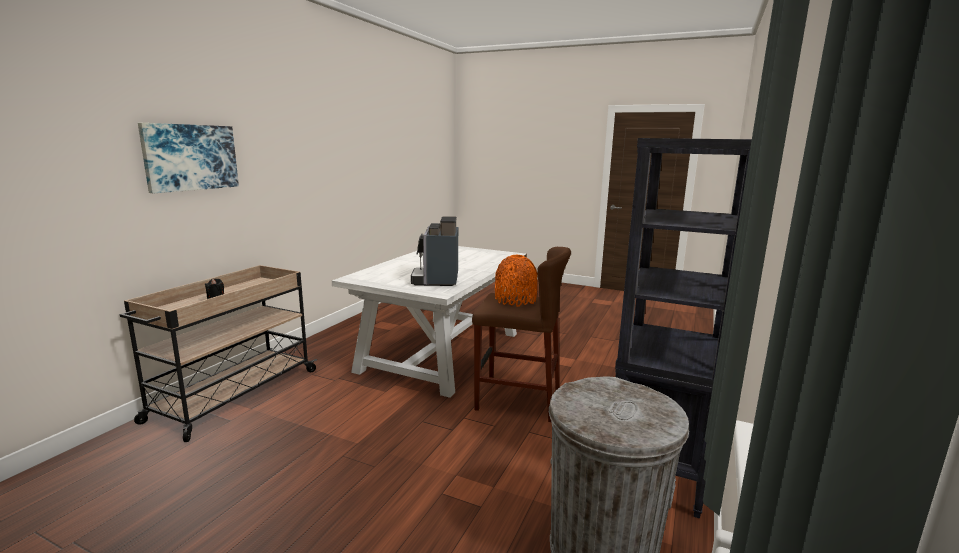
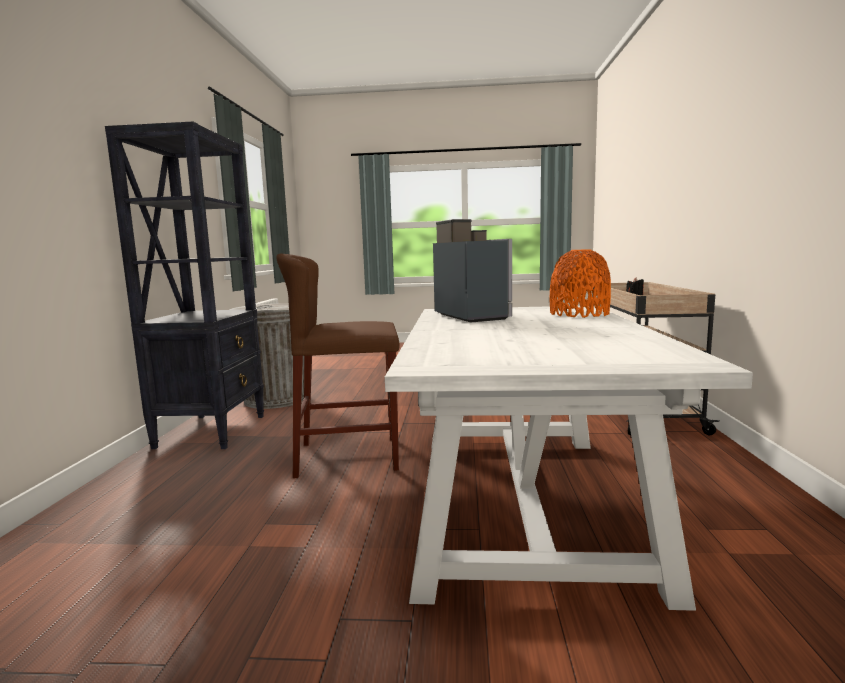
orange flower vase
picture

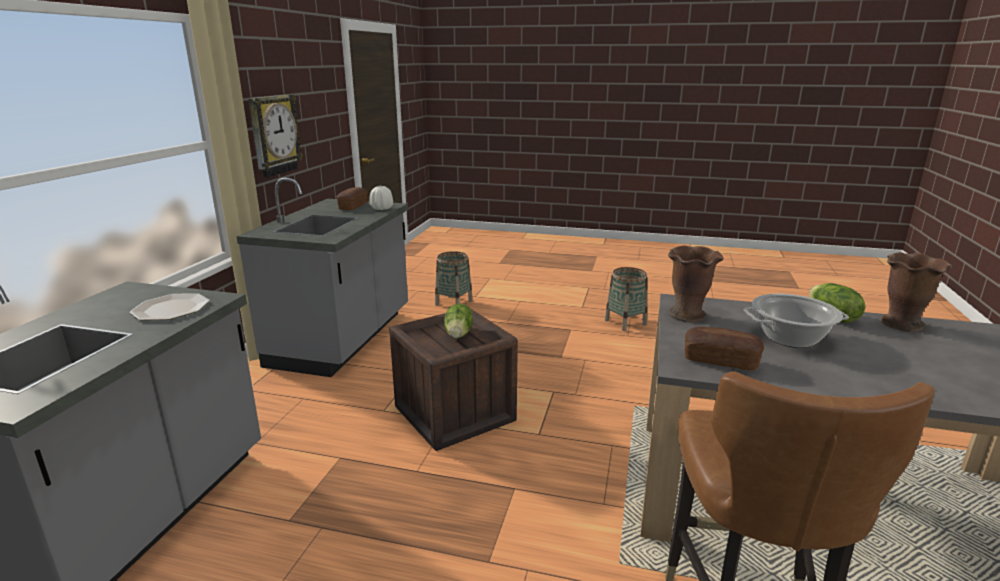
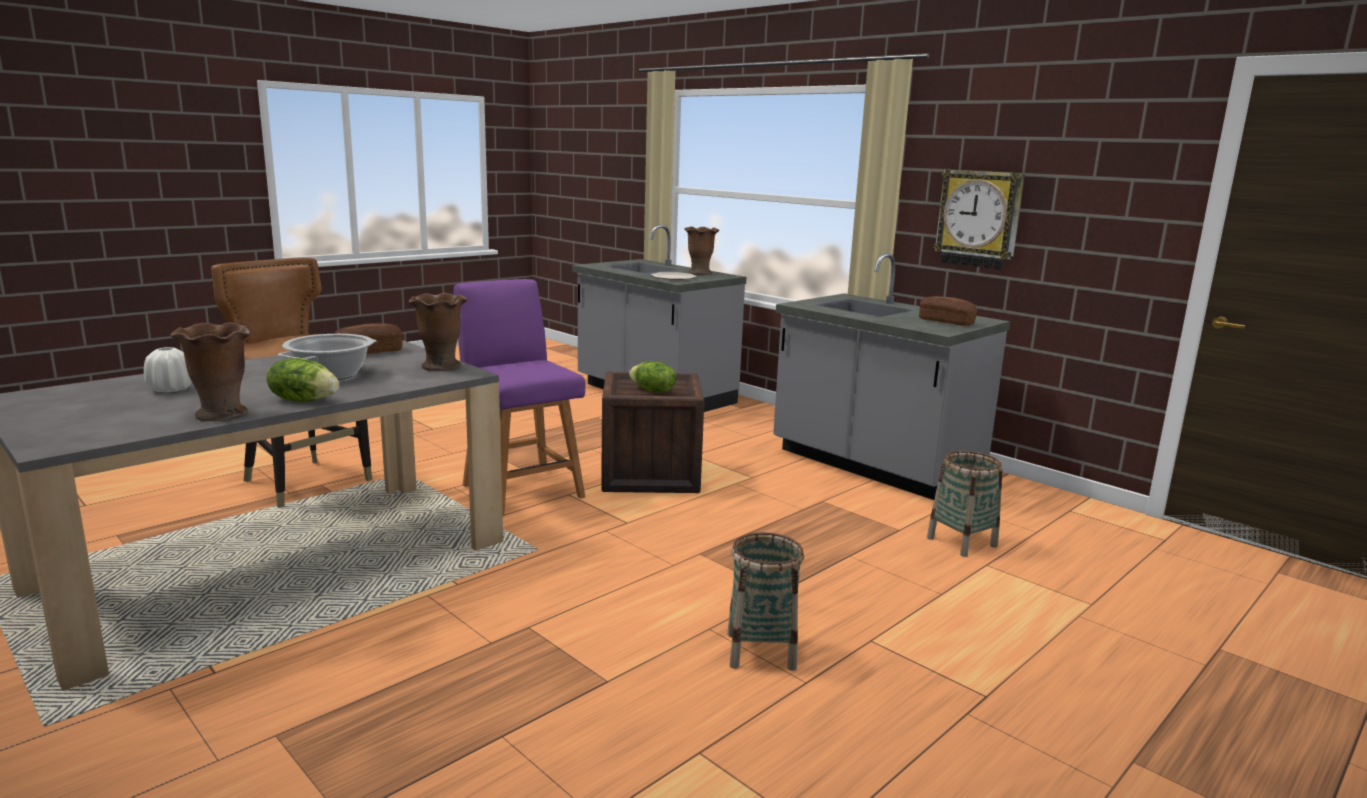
white-coloured flower vase
purple-coloured upright chair
brown flower vase (3rd from left)

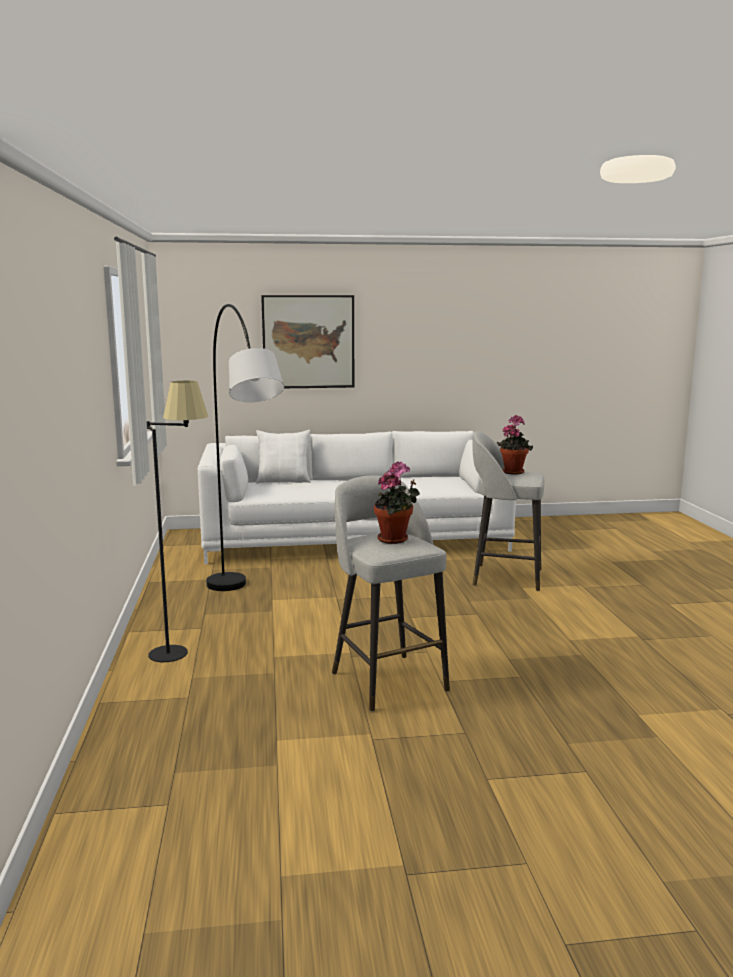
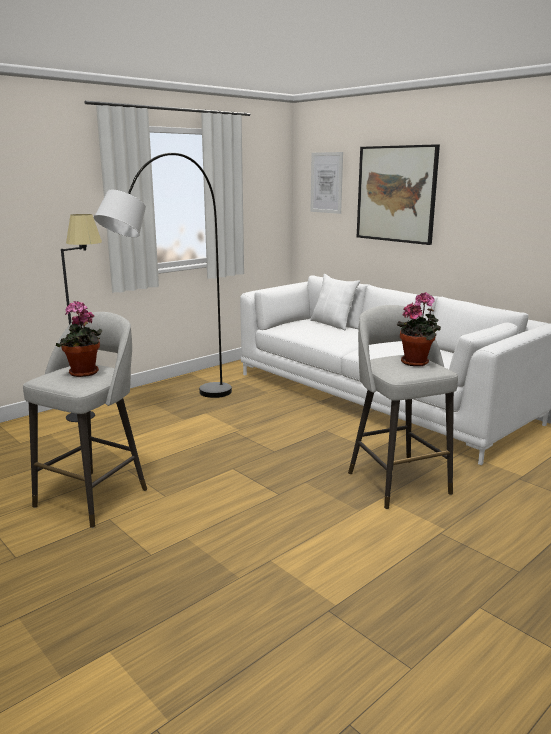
picture (1st from left)

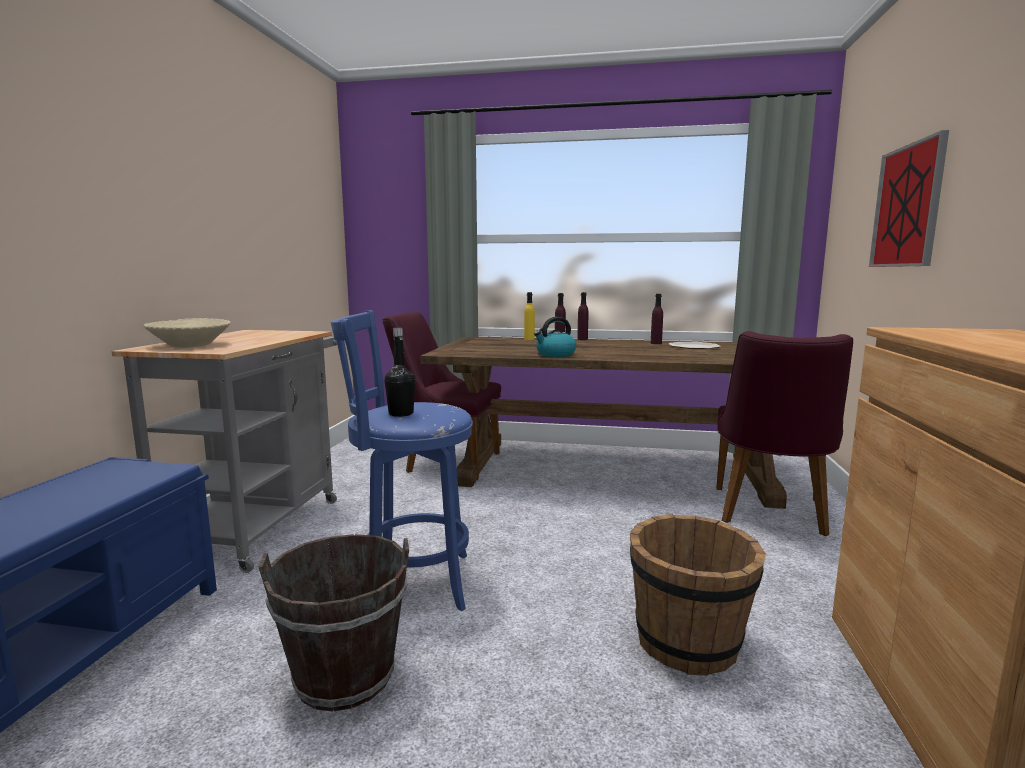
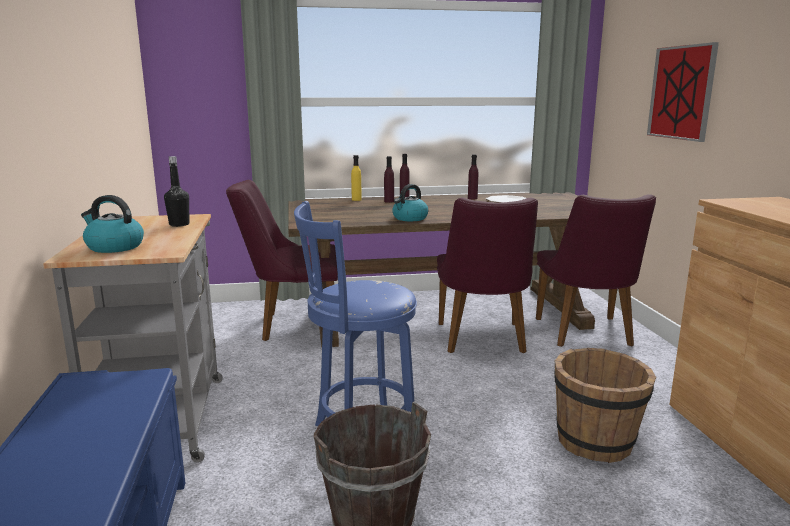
water kettle (1st from left)
black drink bottle
purple-coloured upright chair (2nd from left)

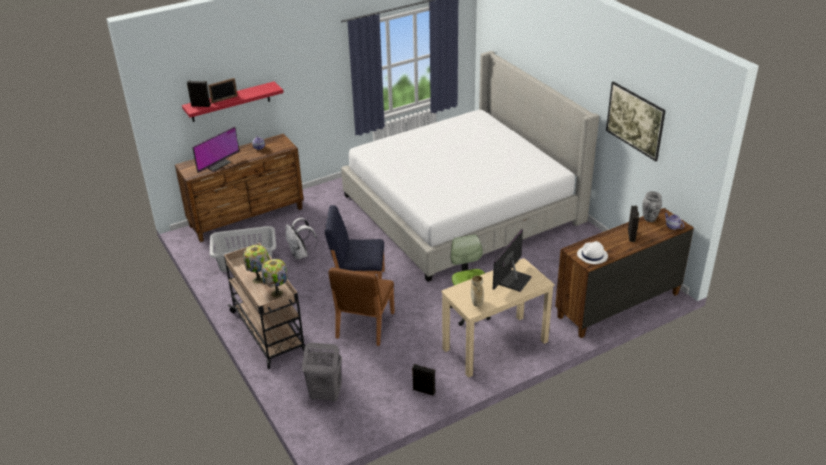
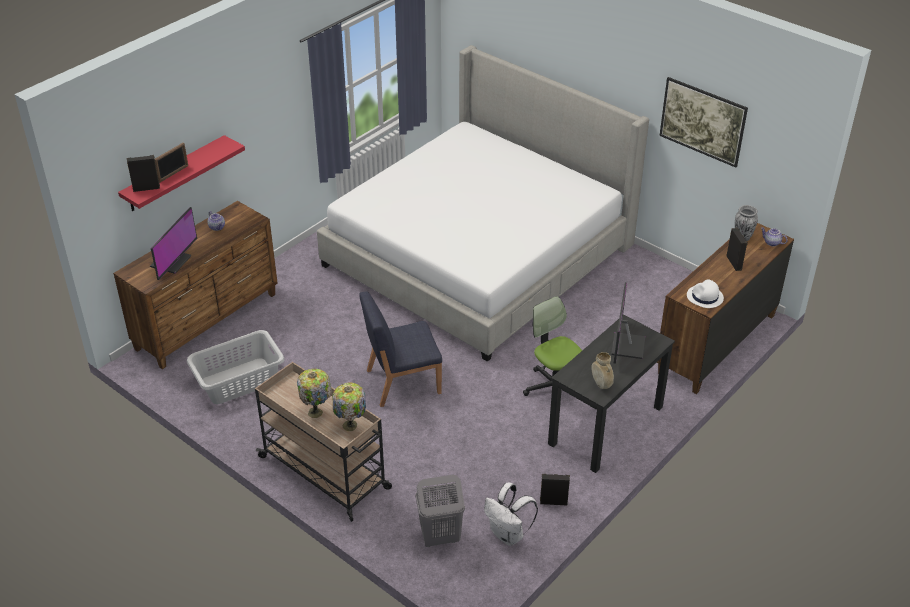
white-coloured rucksack
black desk
brown upright chair

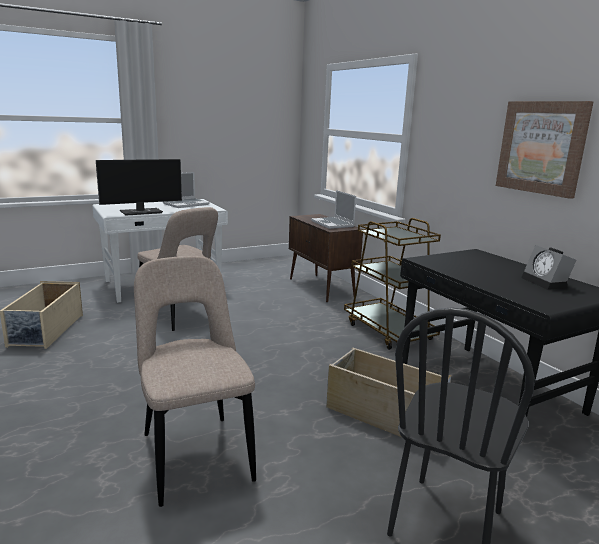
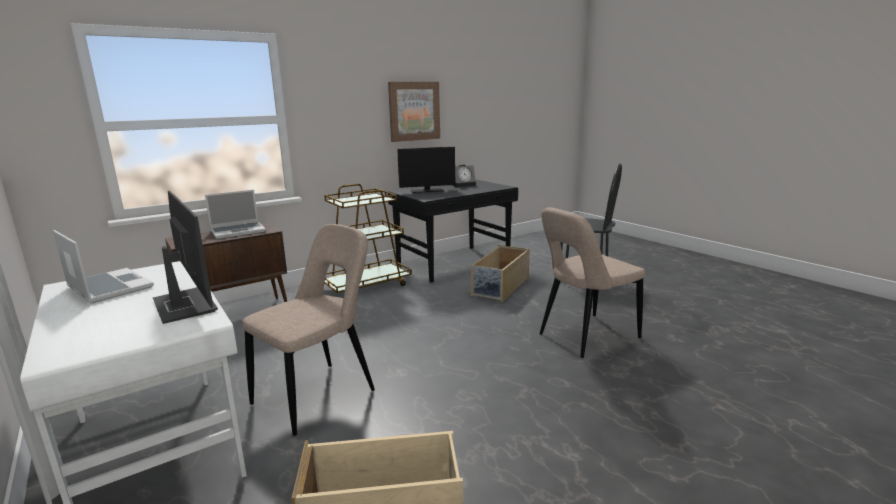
computer screen (2nd from left)

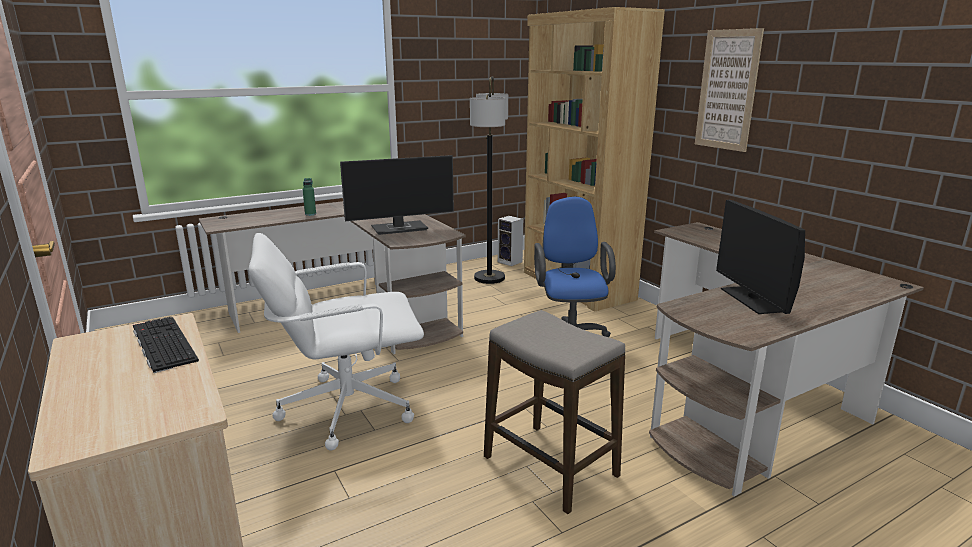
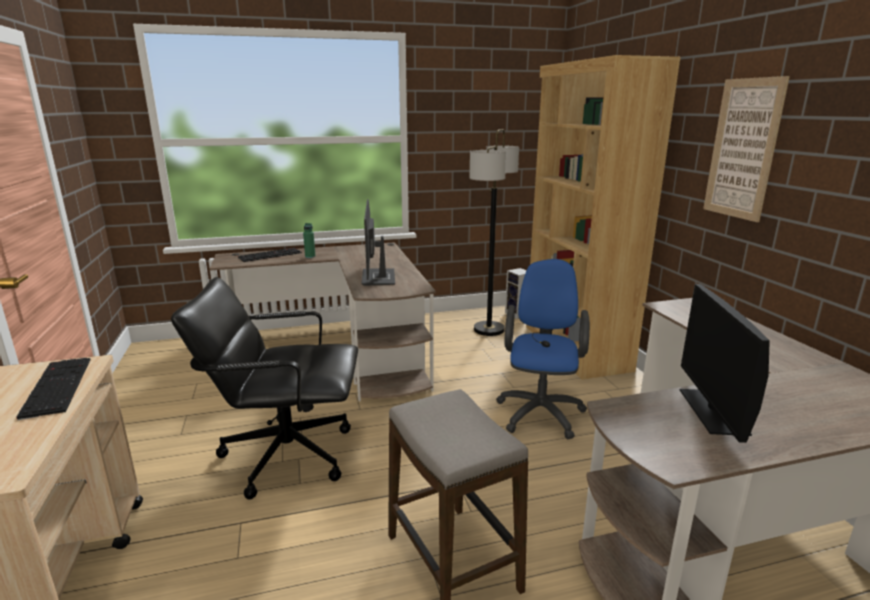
black computer chair
computer keyboard (2nd from left)
computer screen (1st from left)

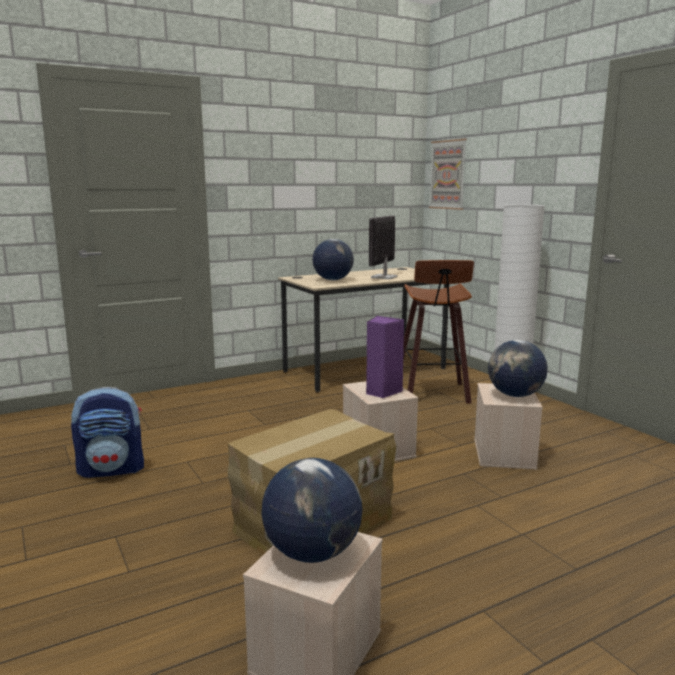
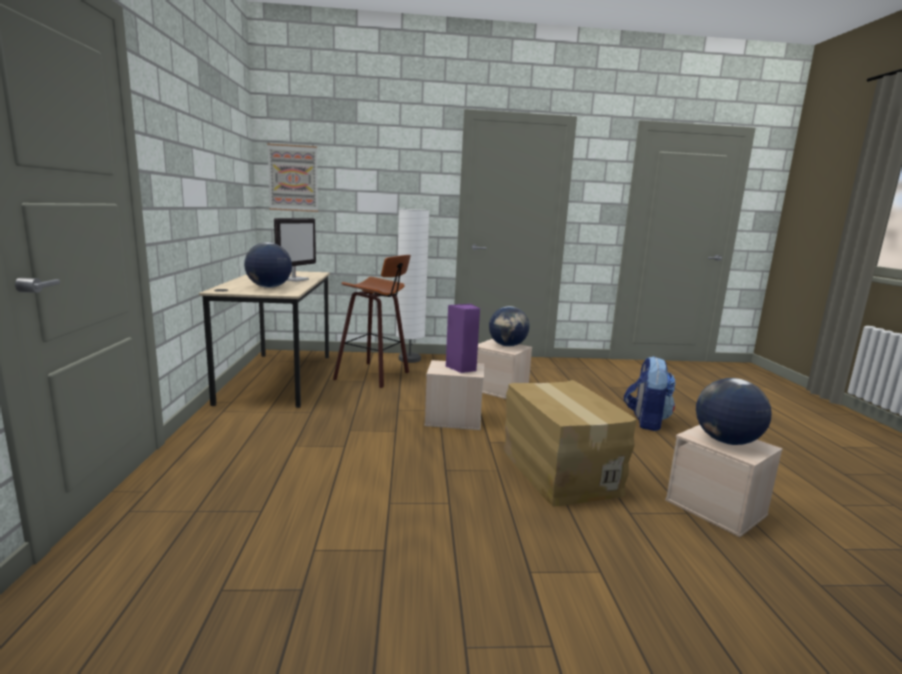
computer screen
rucksack

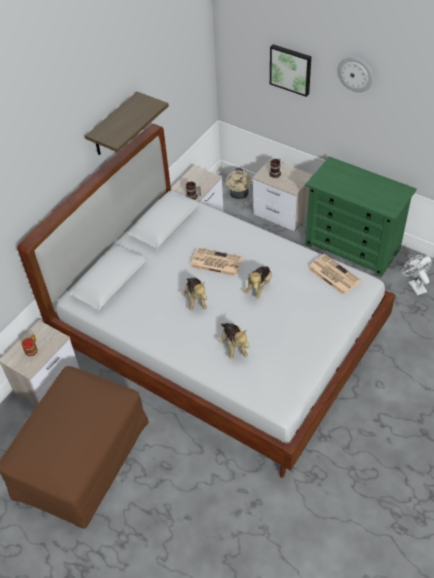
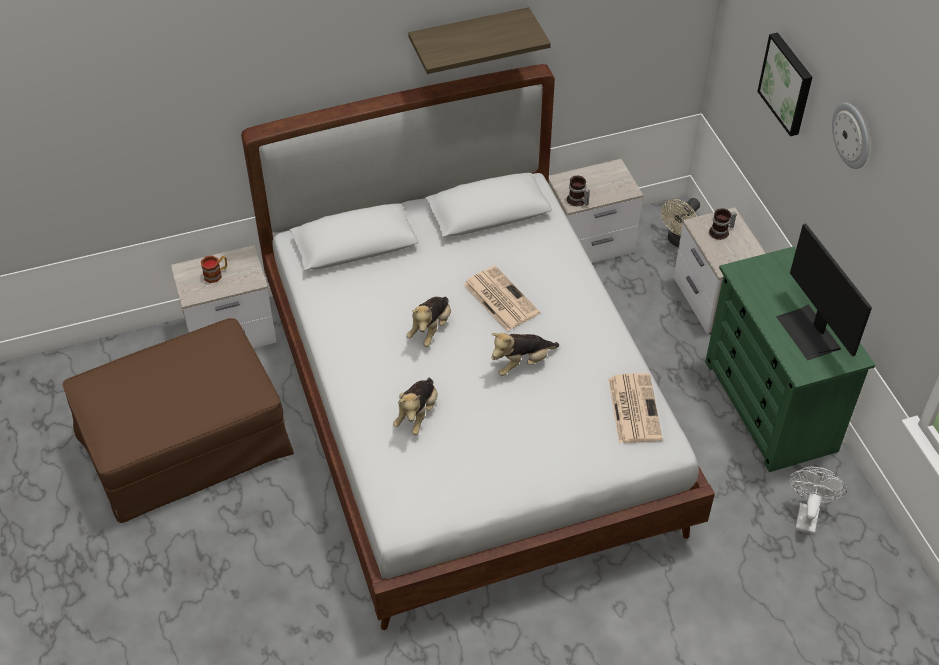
computer screen

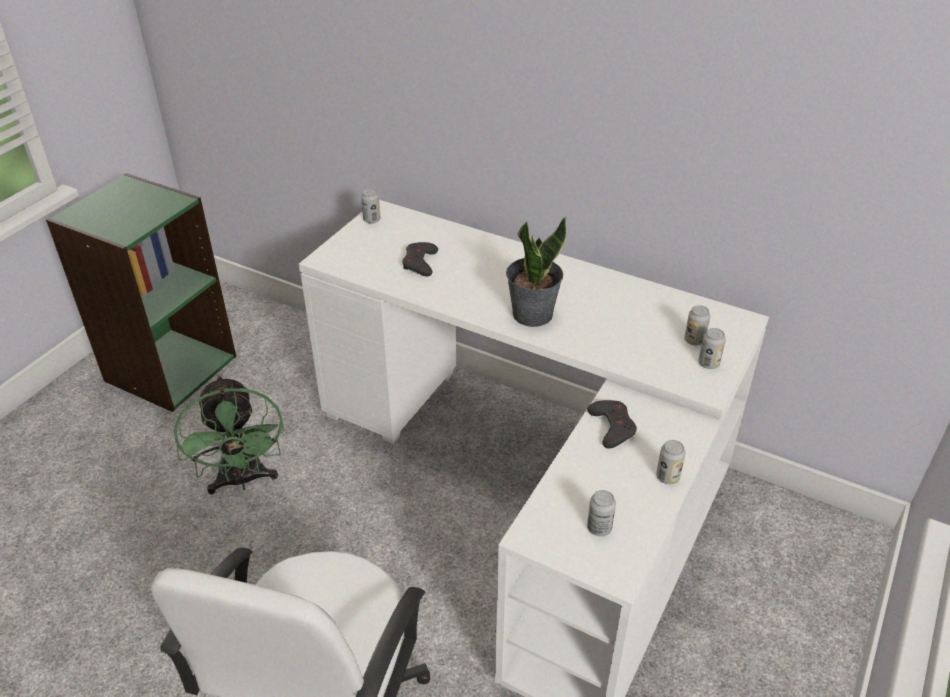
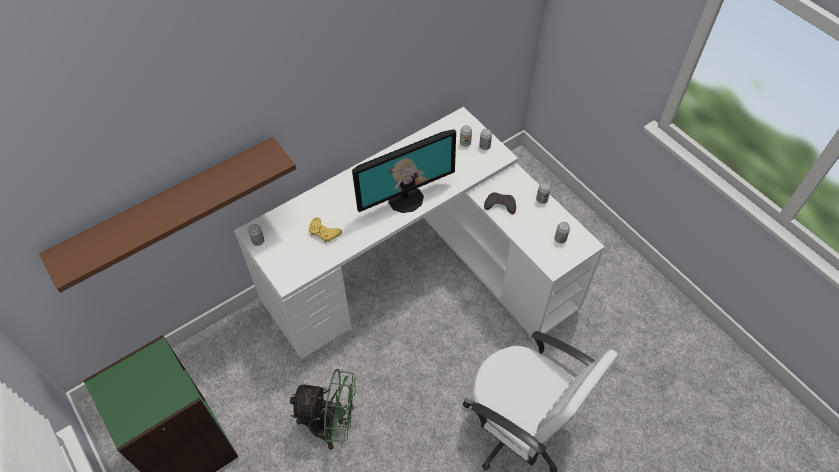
brown shelf
yellowish joypad
computer screen

